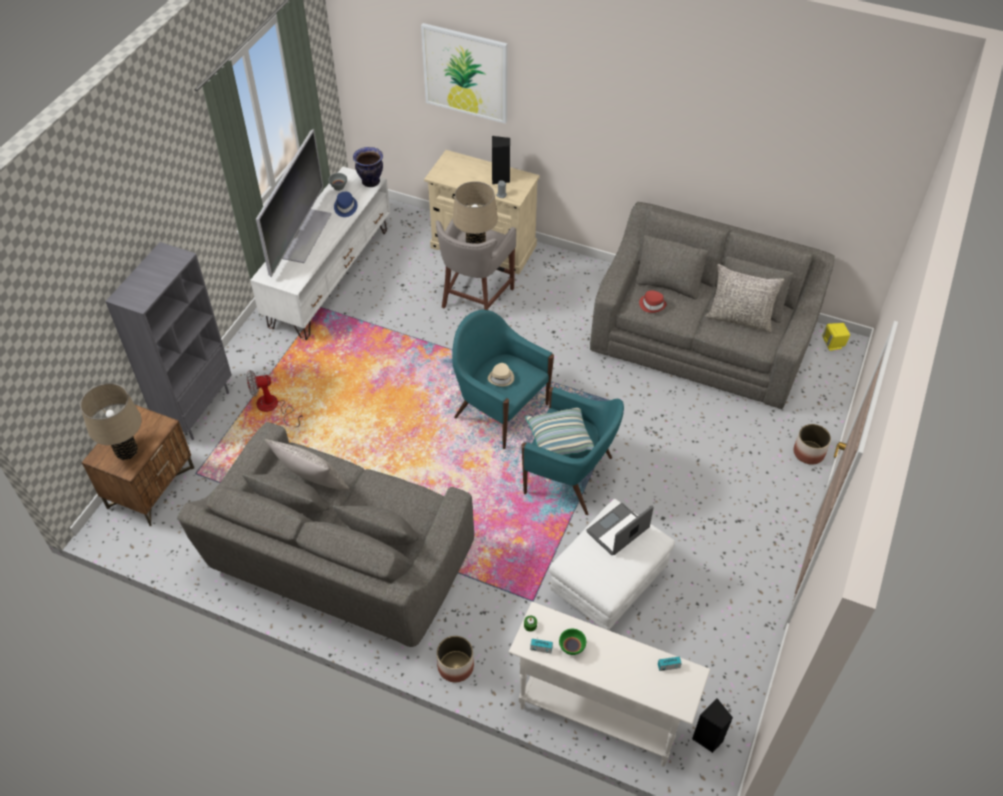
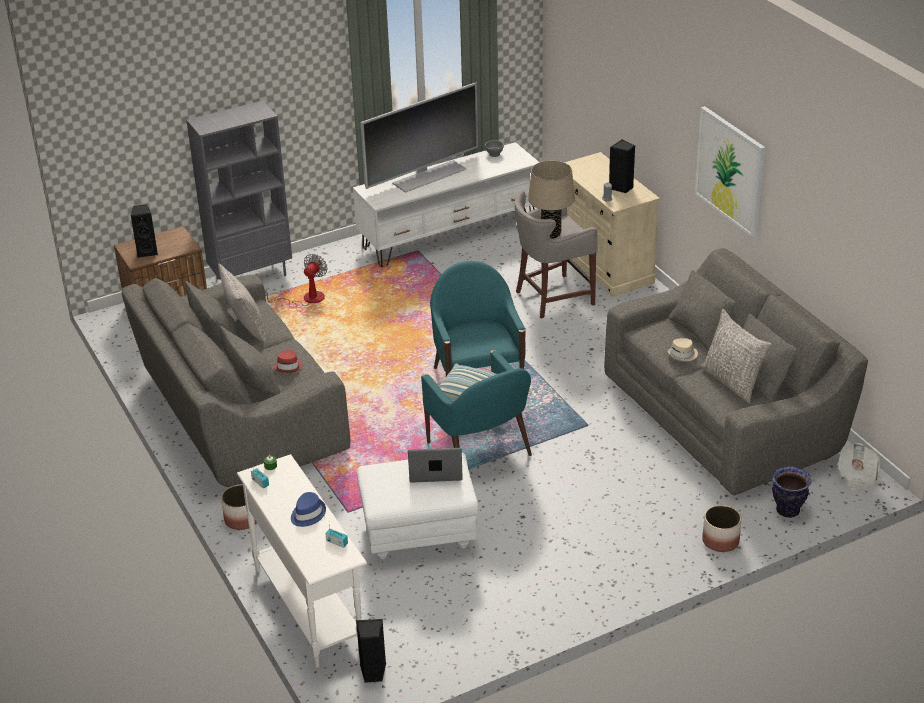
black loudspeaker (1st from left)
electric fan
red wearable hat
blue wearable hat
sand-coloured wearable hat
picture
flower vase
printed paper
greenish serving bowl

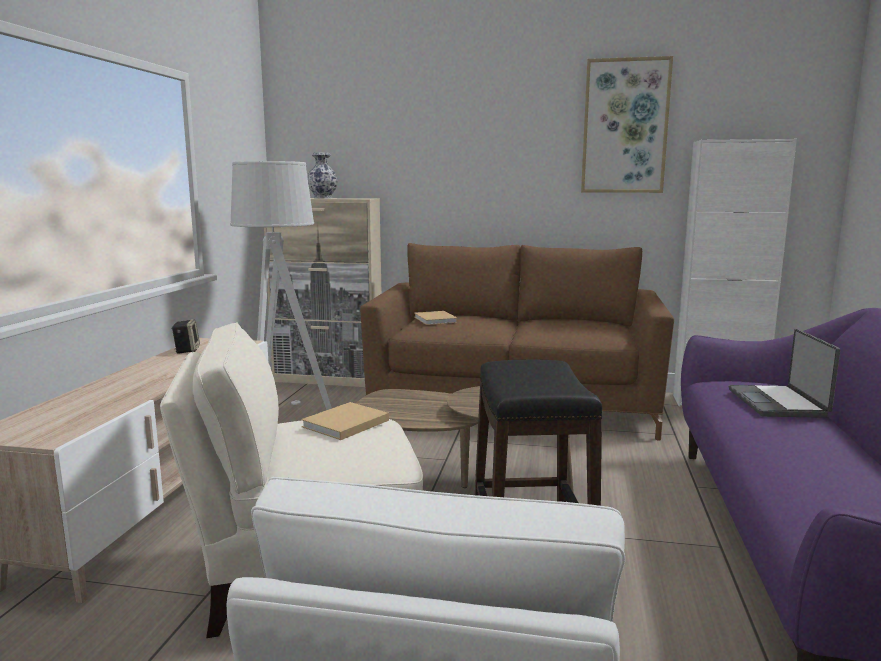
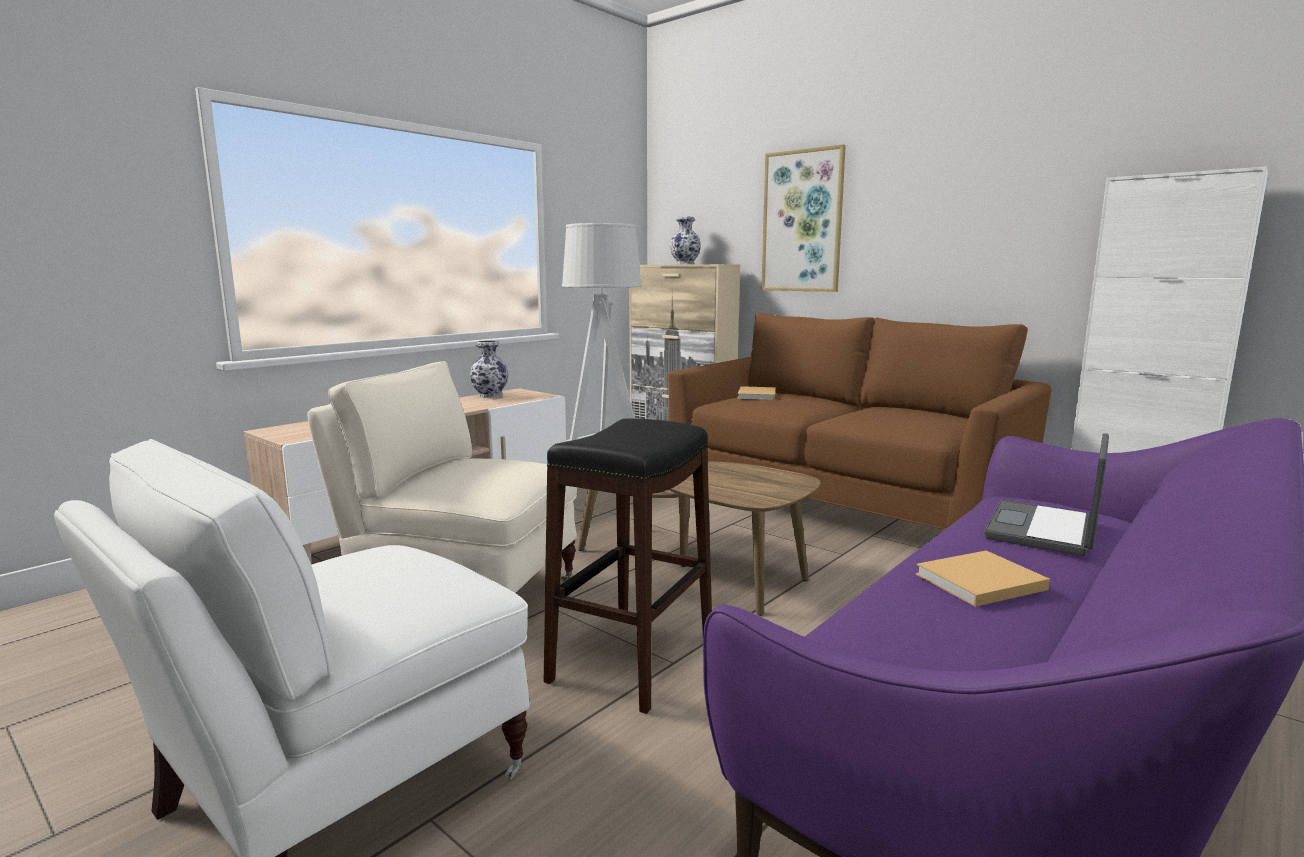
flower vase (1st from left)
picture
sand-coloured book (2nd from left)

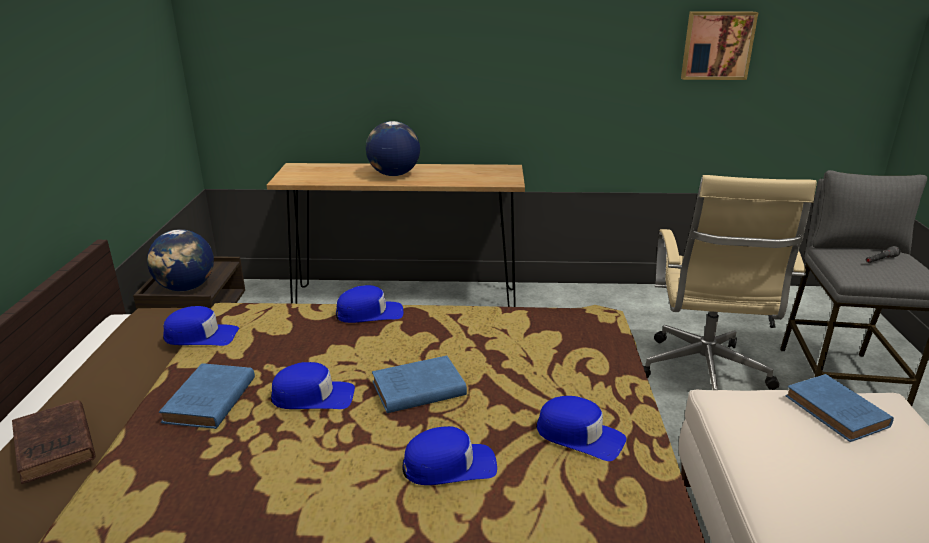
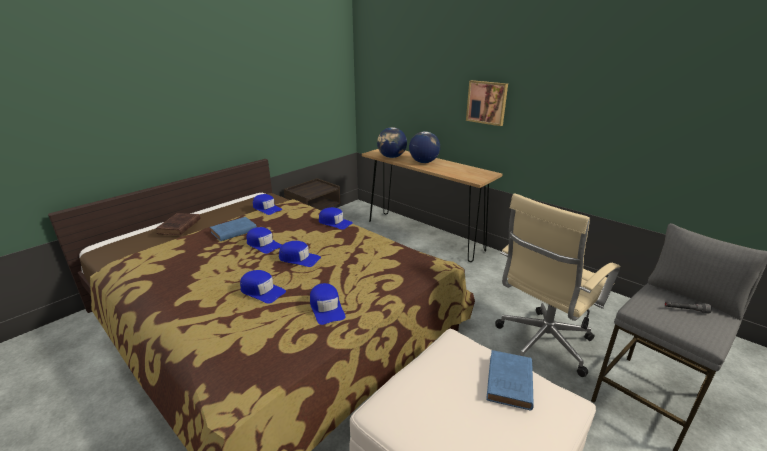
blue baseball cap (4th from left)
world globe (1st from left)
picture

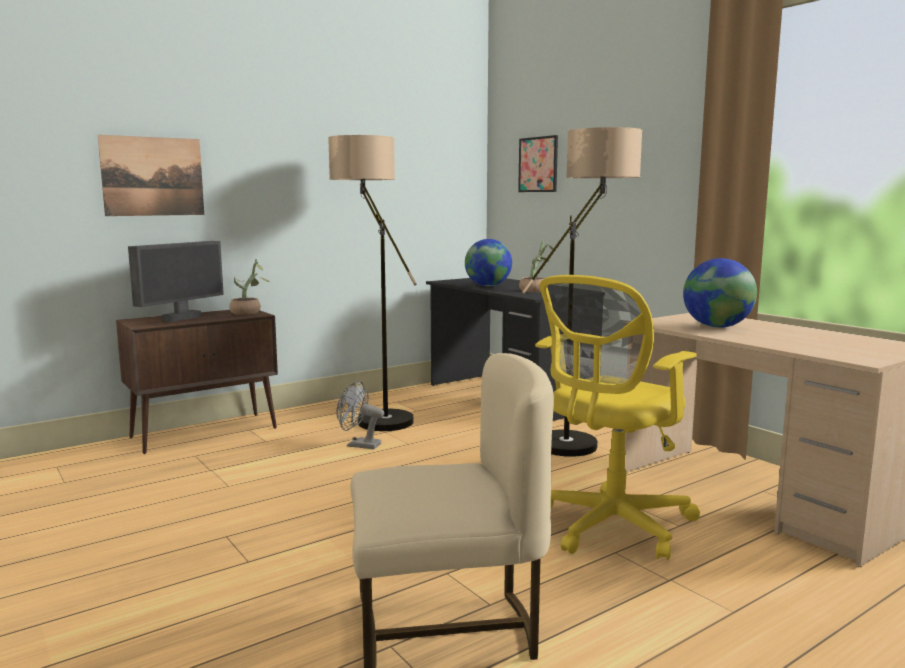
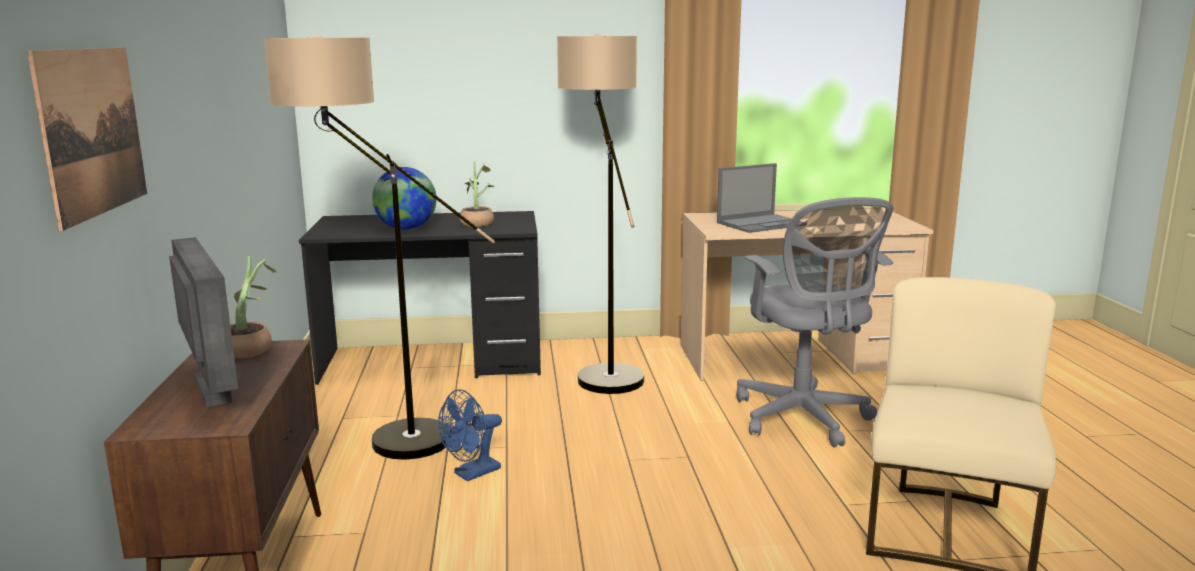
blue electric fan
laptop
gray computer chair
picture (2nd from left in the first image)

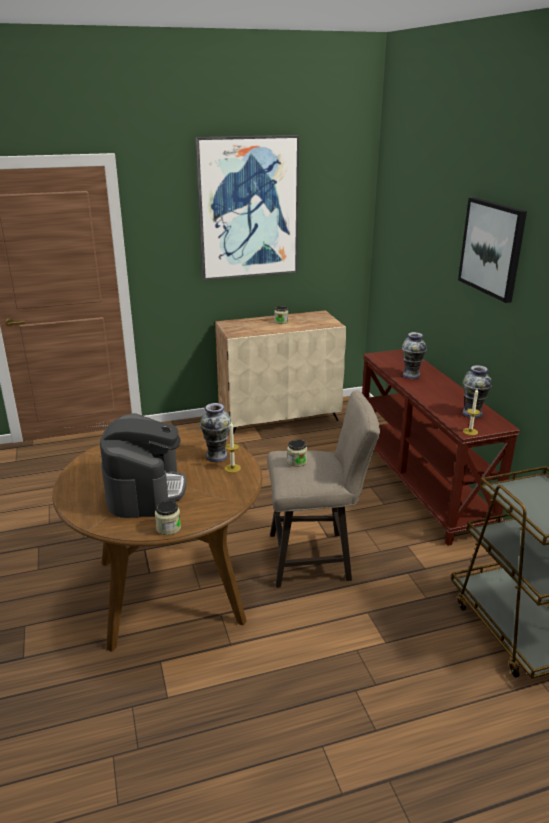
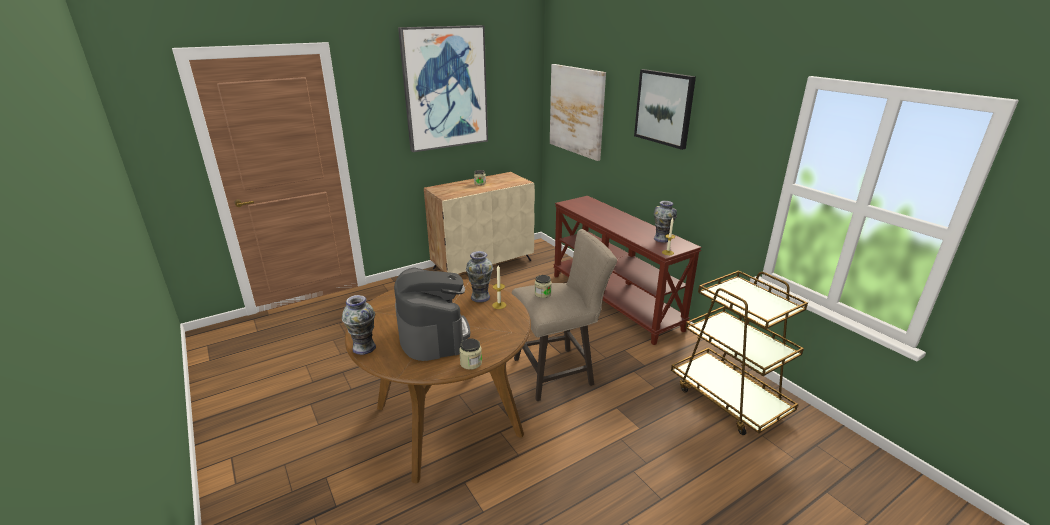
flower vase (1st from left)
picture (2nd from left)

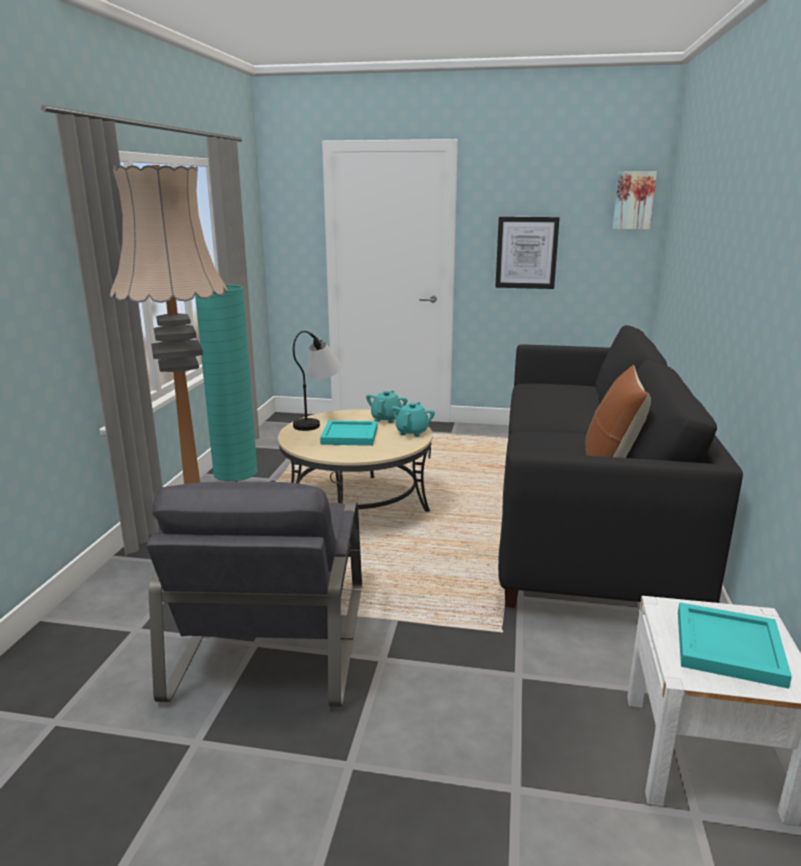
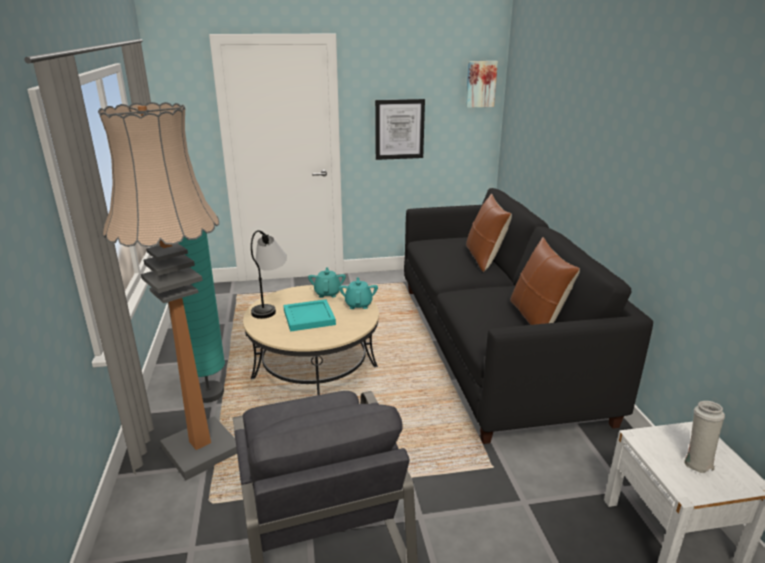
brown cushion (1st from left)
white-coloured flower vase

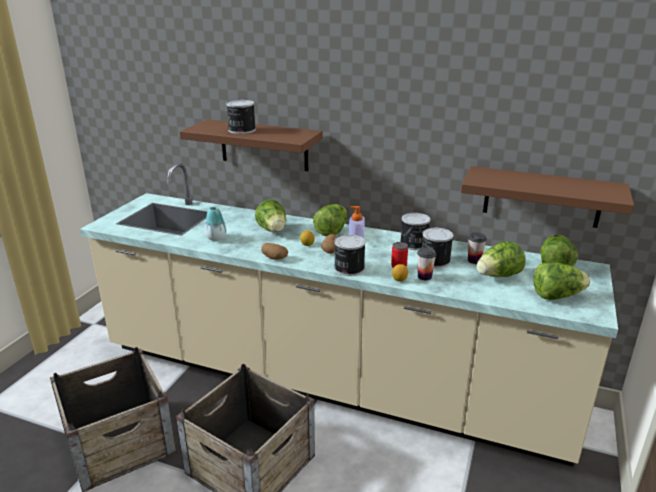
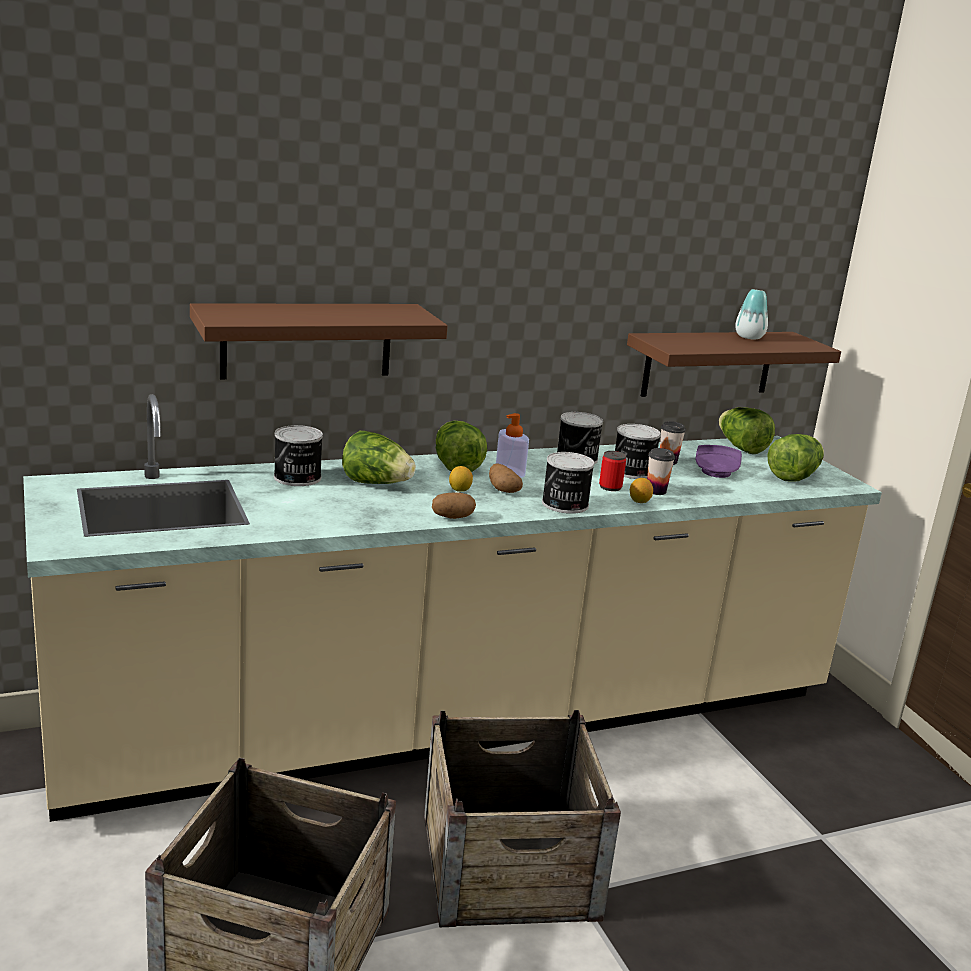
metal can (1st from left)
purple-coloured plate
flower vase

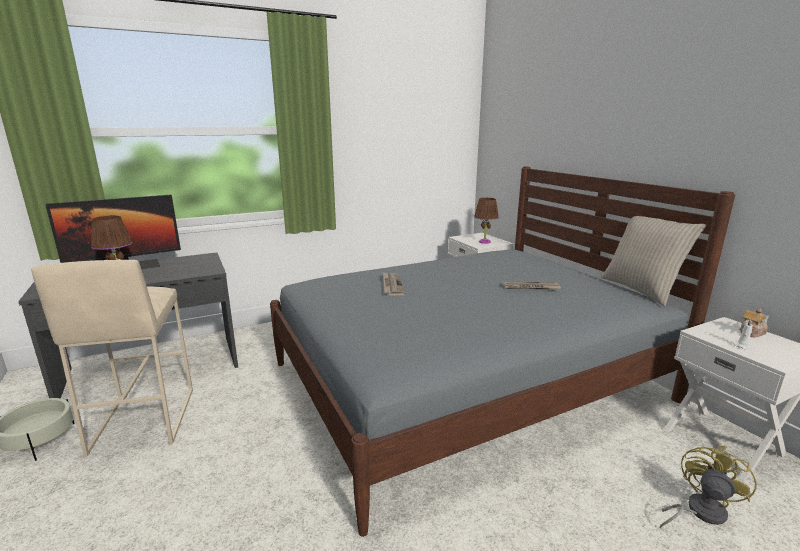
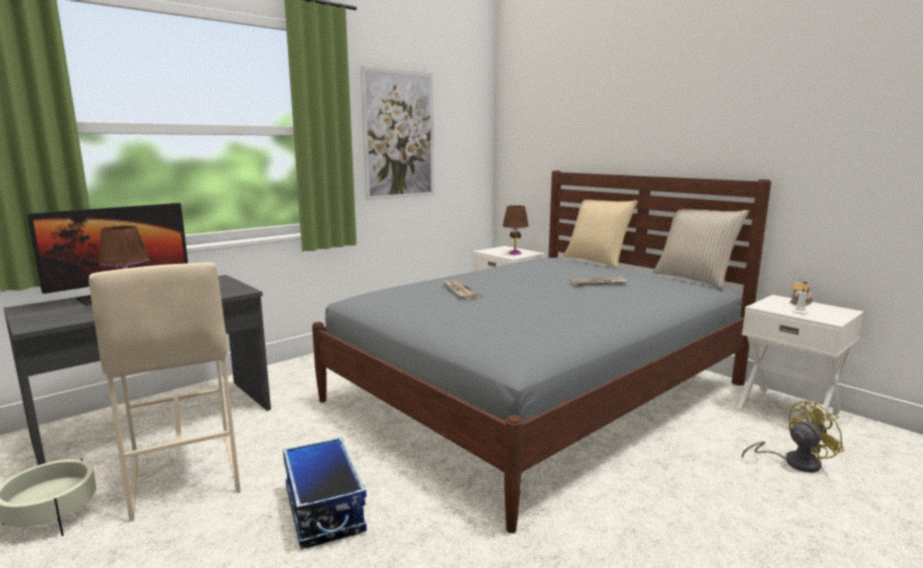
storage box
picture
sand-coloured cushion (1st from left)
yellowish electric fan

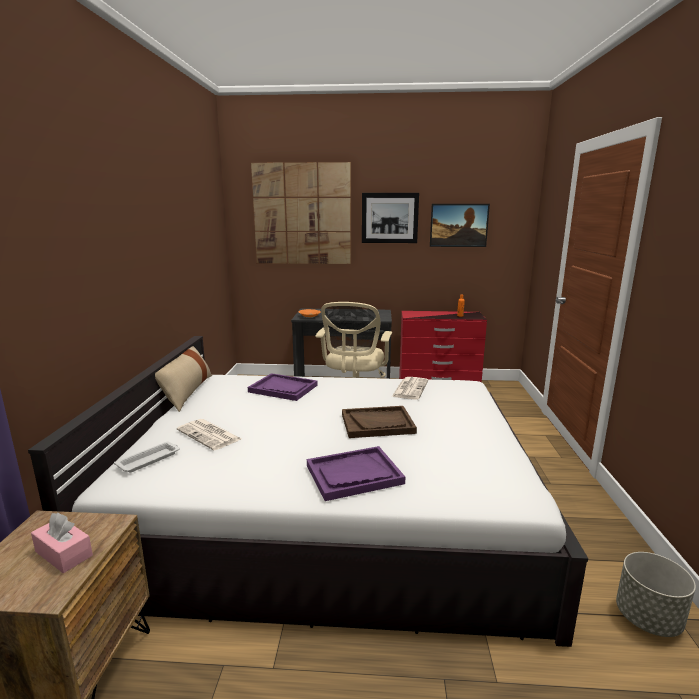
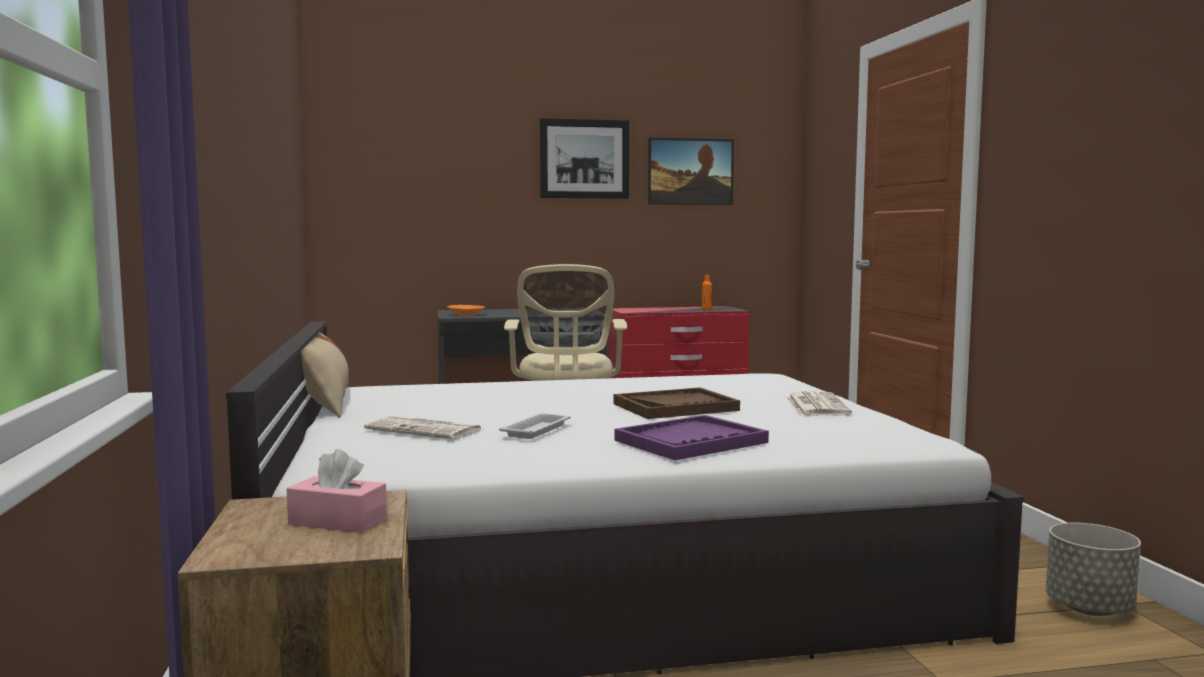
white-coloured serving tray
printed paper (2nd from left)
purple-coloured serving tray (1st from left in the first image)
picture (1st from left in the first image)

